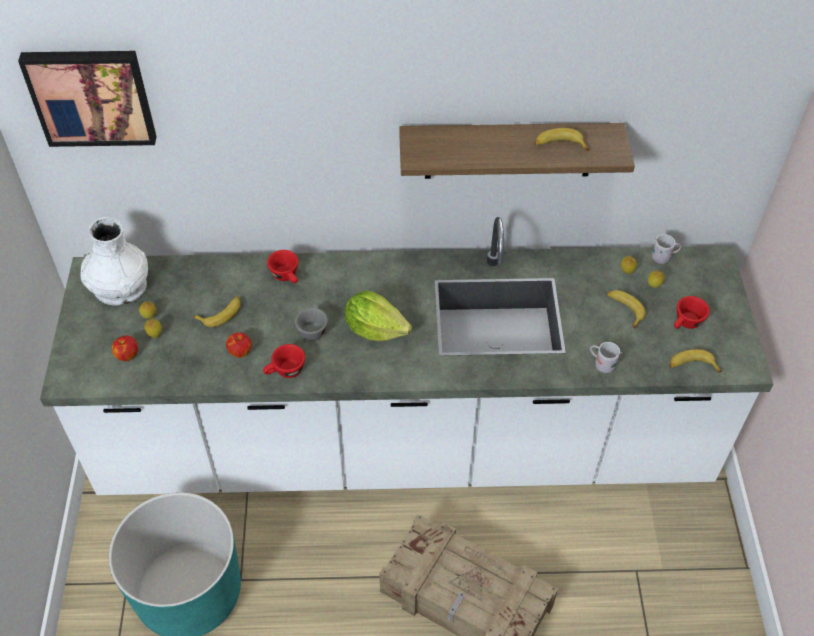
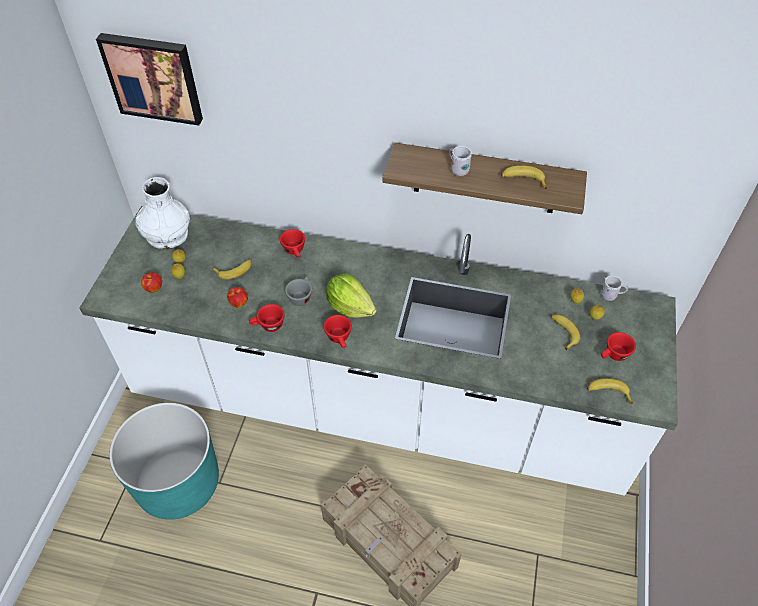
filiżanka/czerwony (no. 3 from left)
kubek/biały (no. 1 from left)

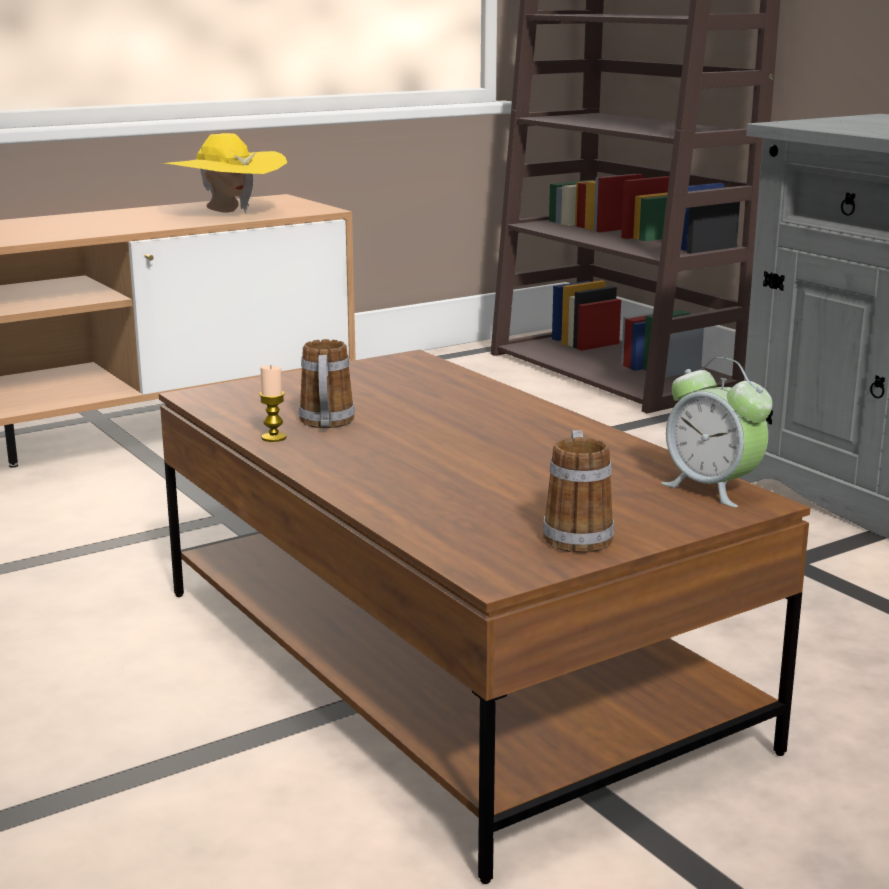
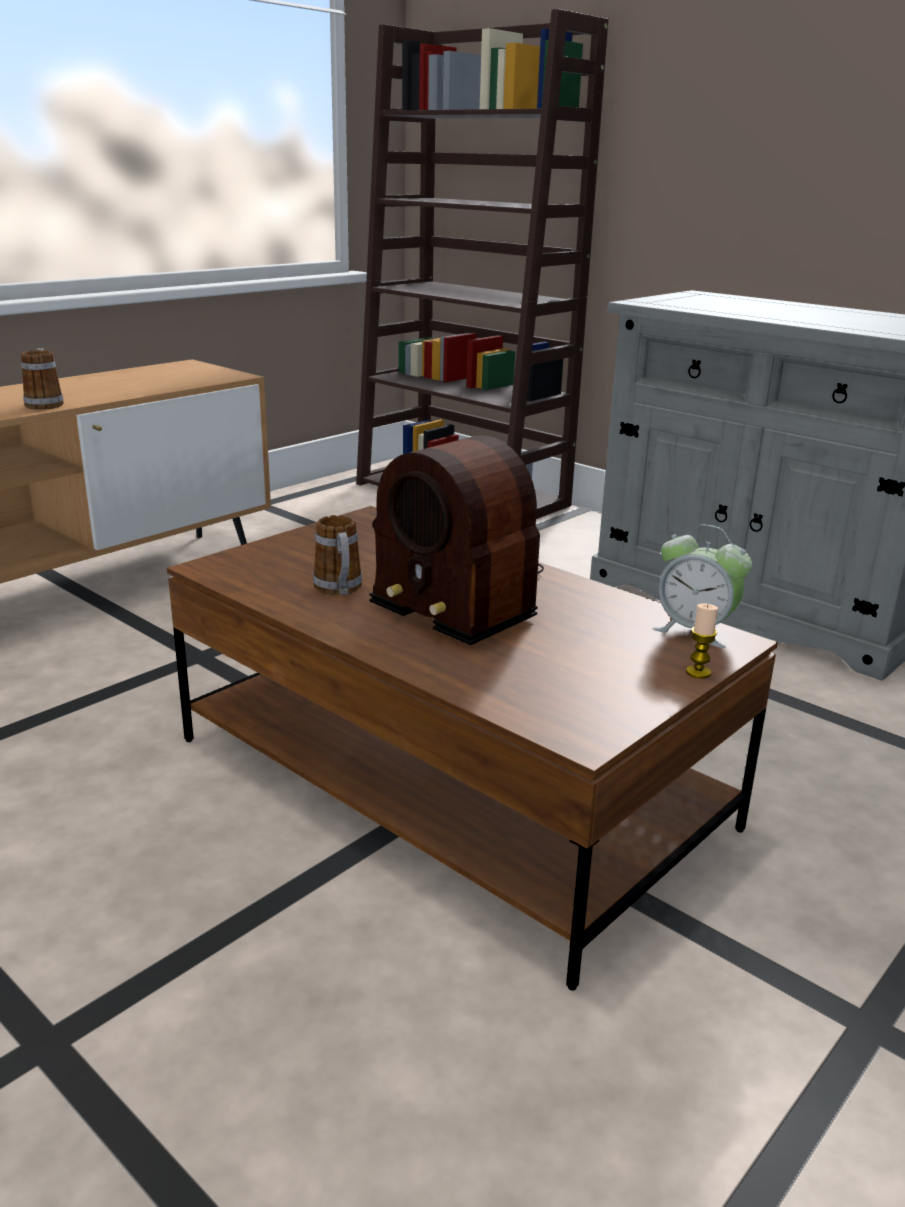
kapelusz/żółty
radio
świeca
kubek (no. 1 from left)

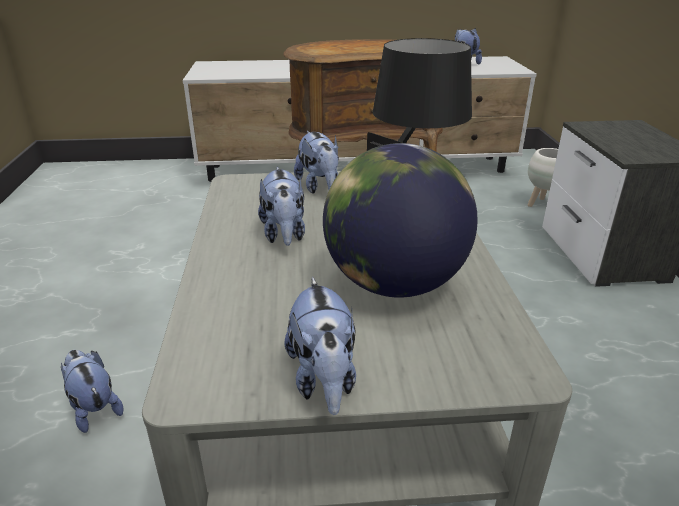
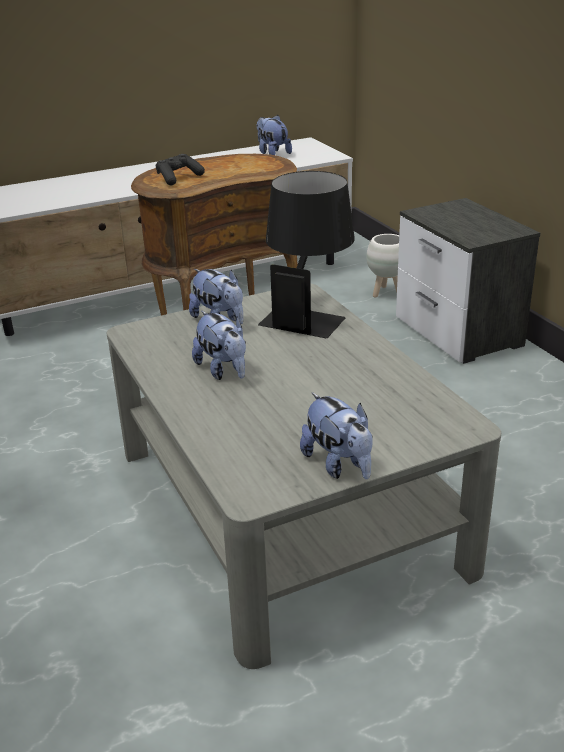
pluszak (no. 1 from left in the first image)
globus
pad do gier/czarny

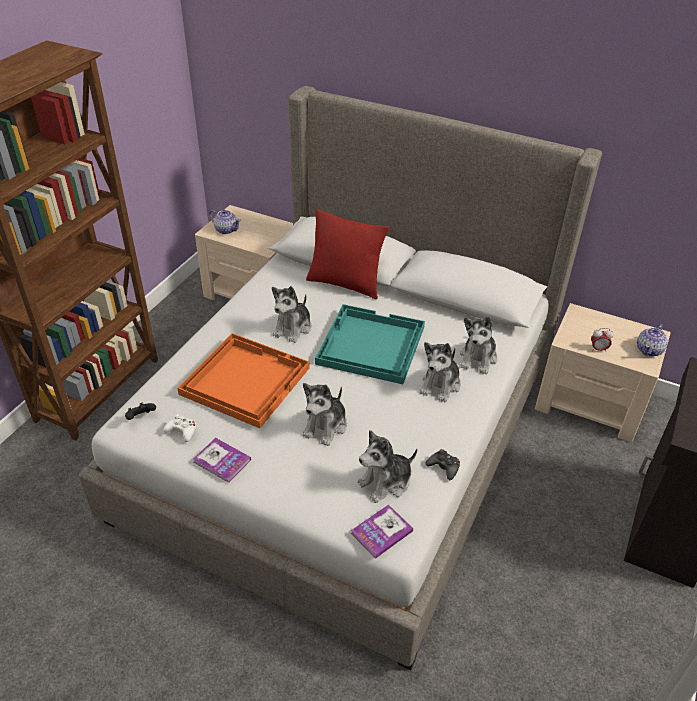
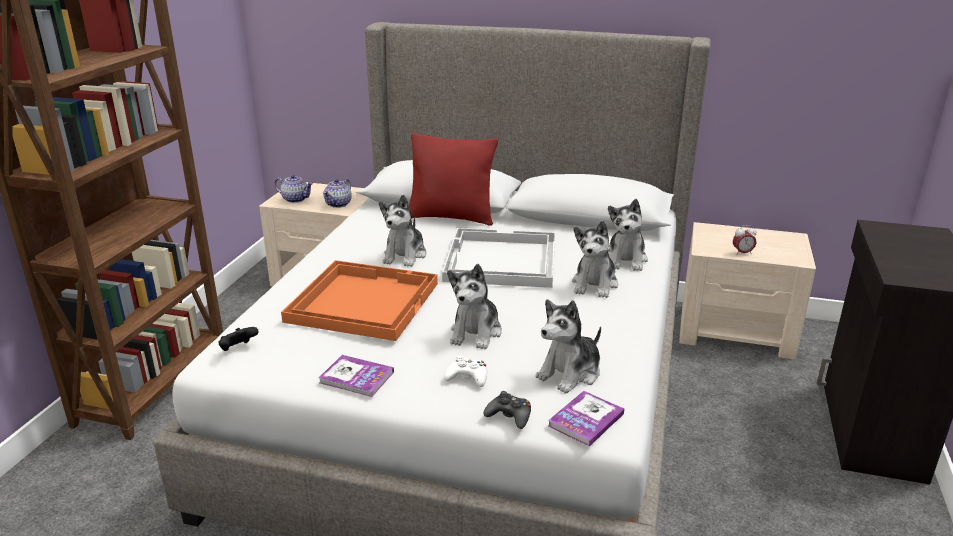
pad do gier/biały
pad do gier/czarny (no. 2 from left)
imbryk (no. 2 from left)
taca/biały

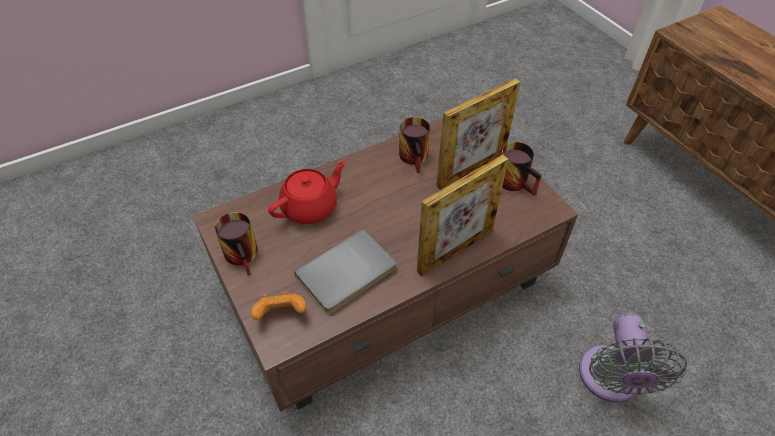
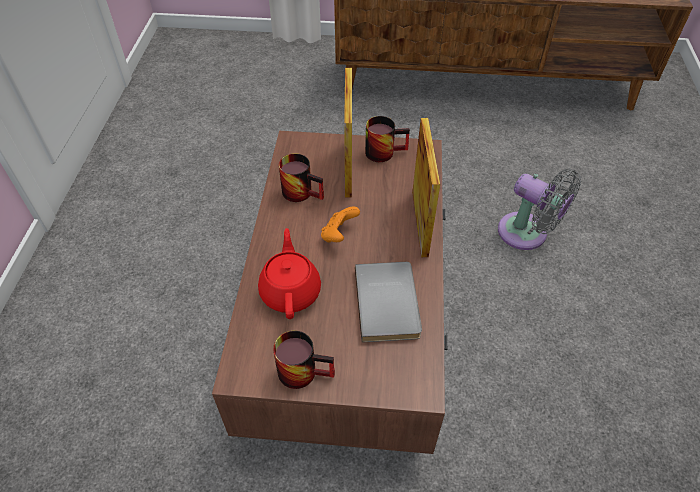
pad do gier/pomarańczowy

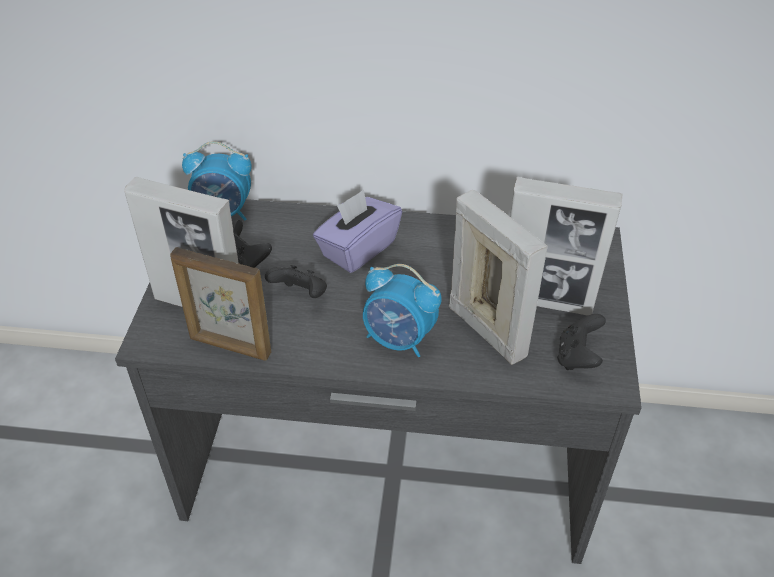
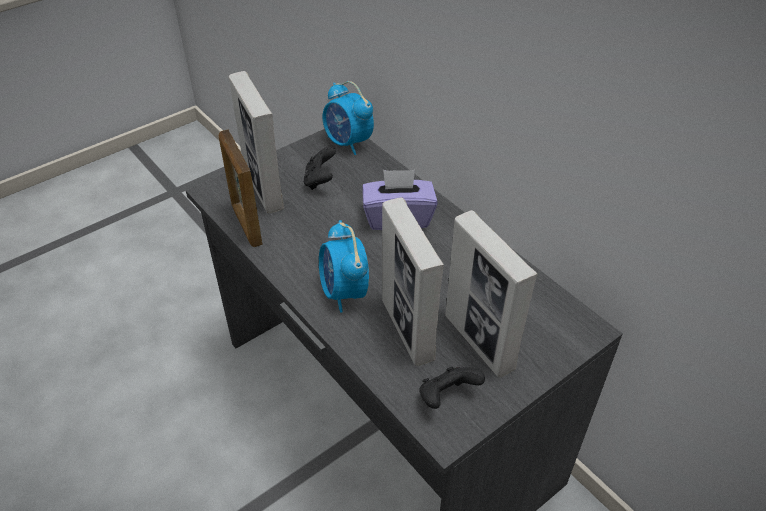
pad do gier/czarny (no. 2 from left in the first image)
ramka na zdjęcie (no. 3 from left)

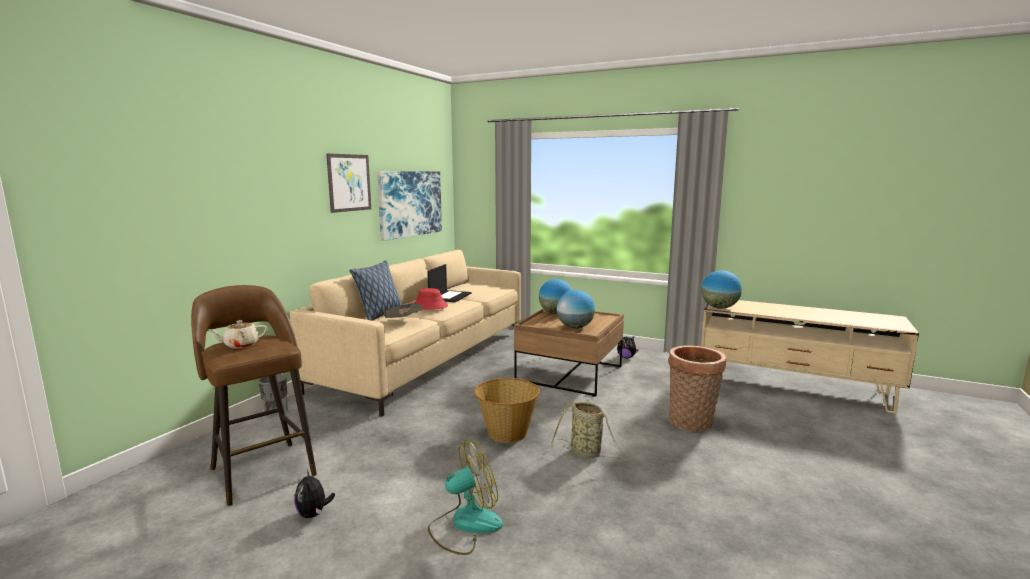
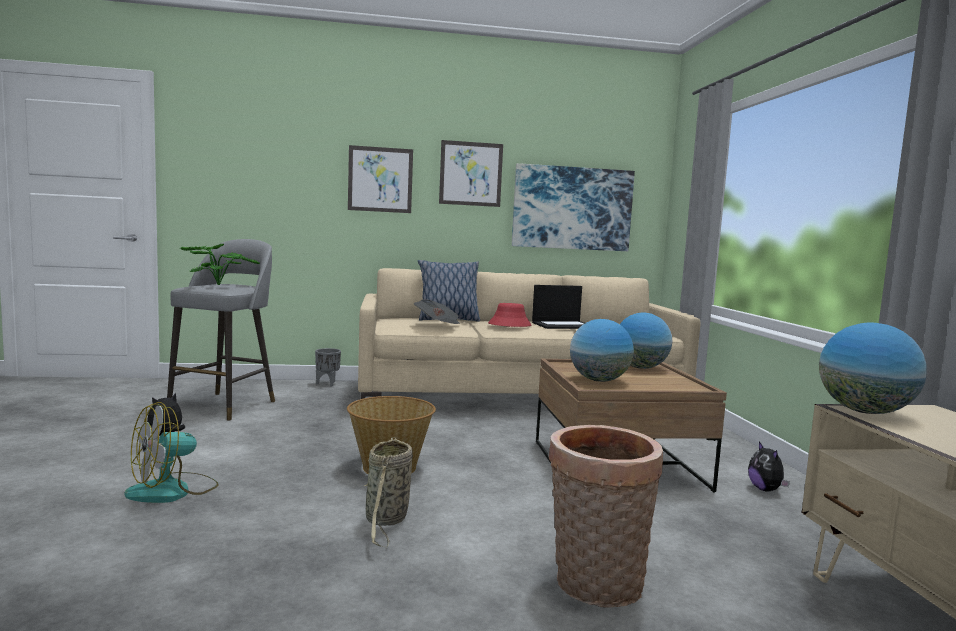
obraz (no. 1 from left)
roślina doniczkowa
stołek/szary
wentylator

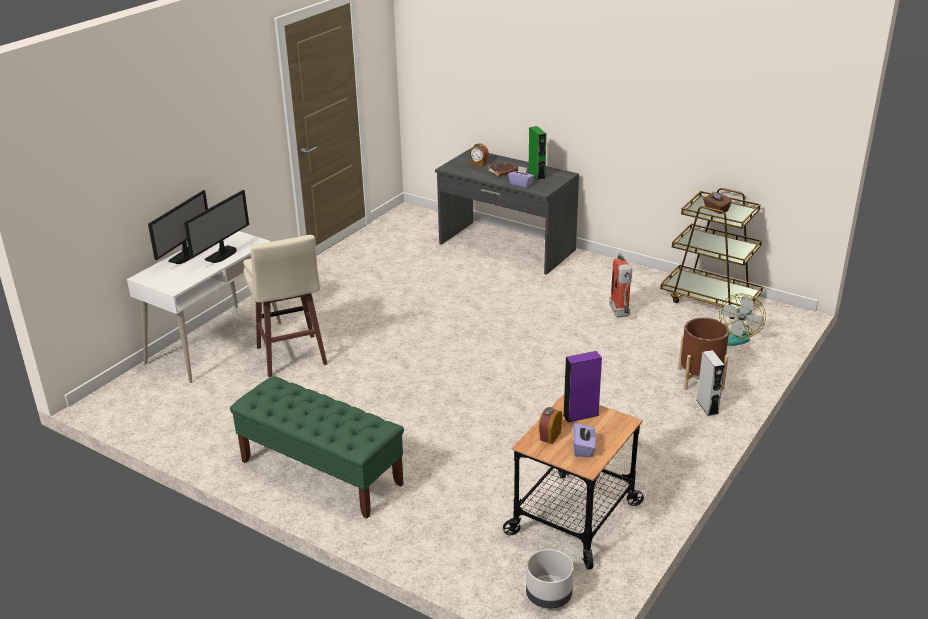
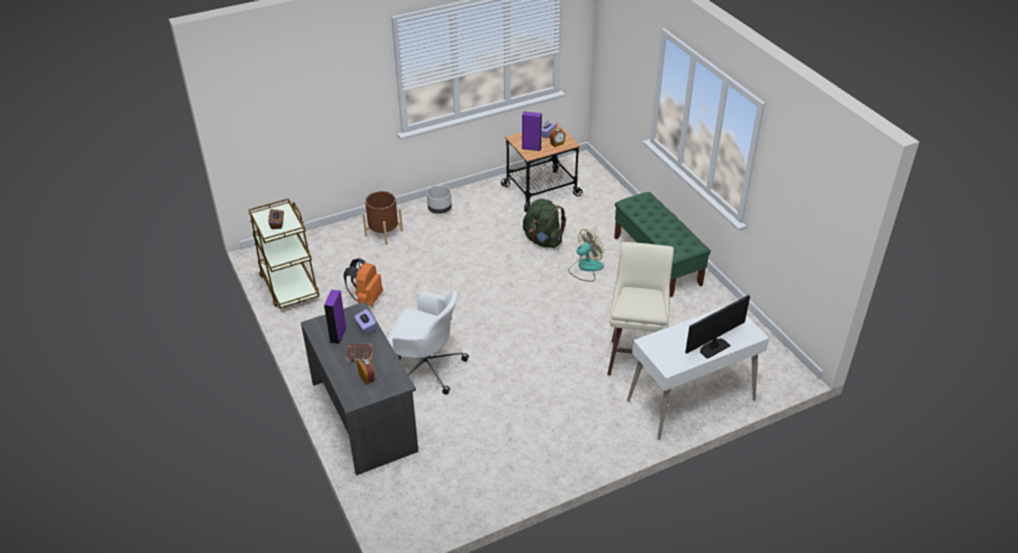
monitor (no. 2 from left in the first image)
głośnik/szary
krzesło biurowe/biały
plecak/zielony
donica/szary
wentylator
plecak/pomarańczowy
głośnik/fioletowy (no. 1 from left)

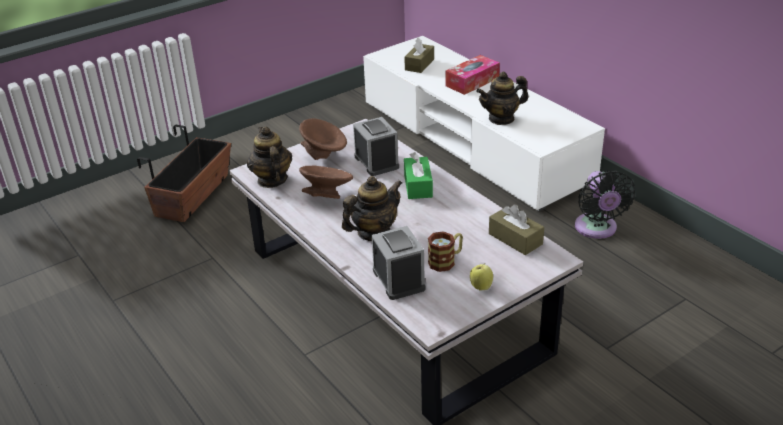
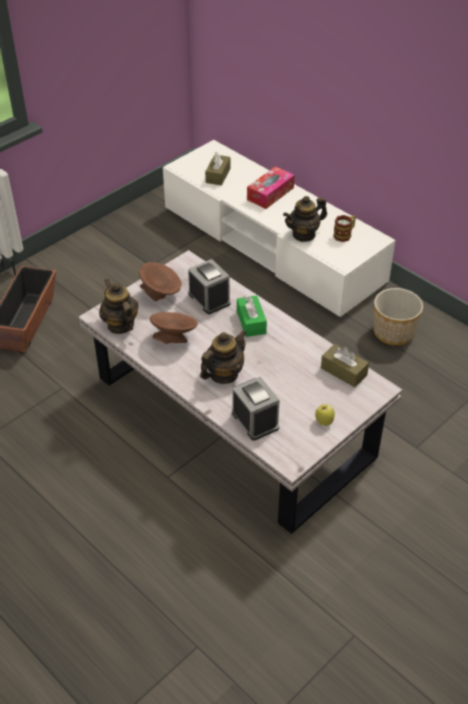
kubek
donica (no. 2 from left)

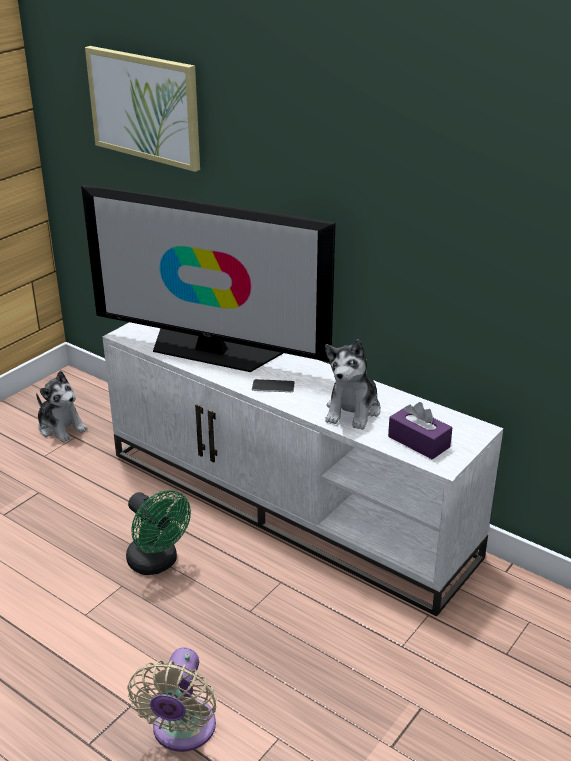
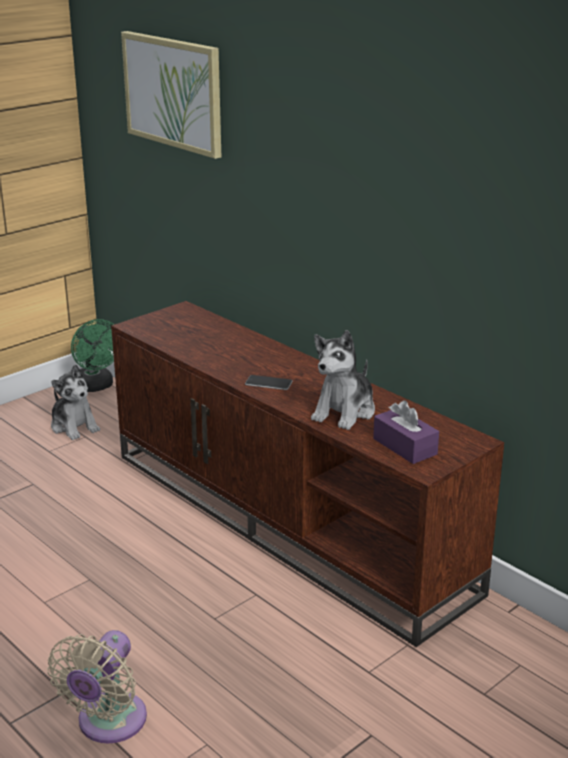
telewizor
wentylator/zielony
szafka pod telewizor/brązowy

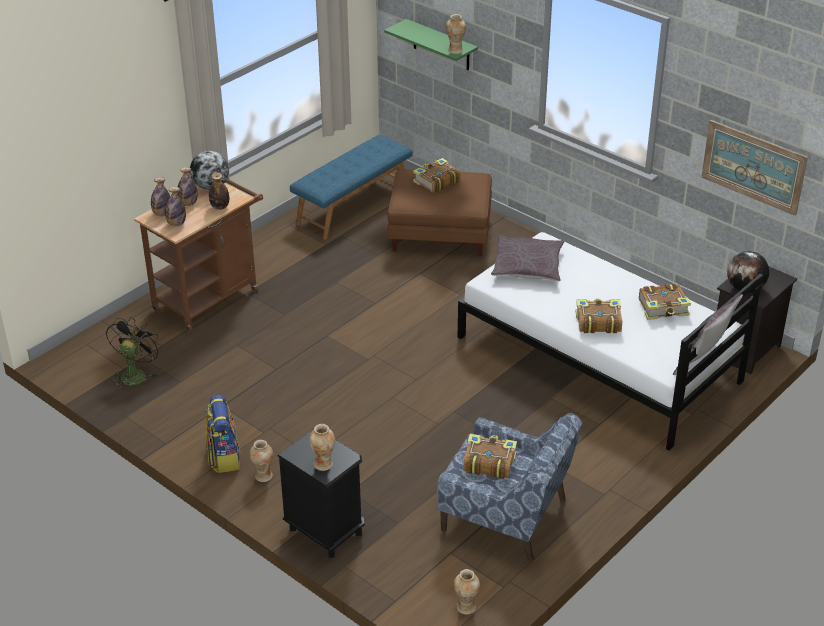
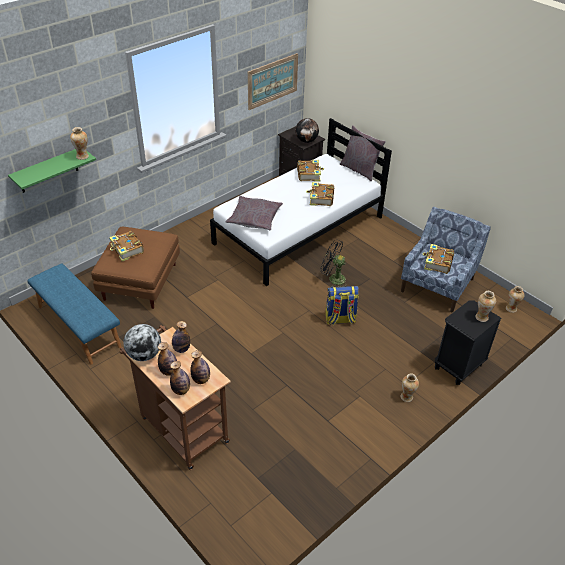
wentylator/czarny
plecak

